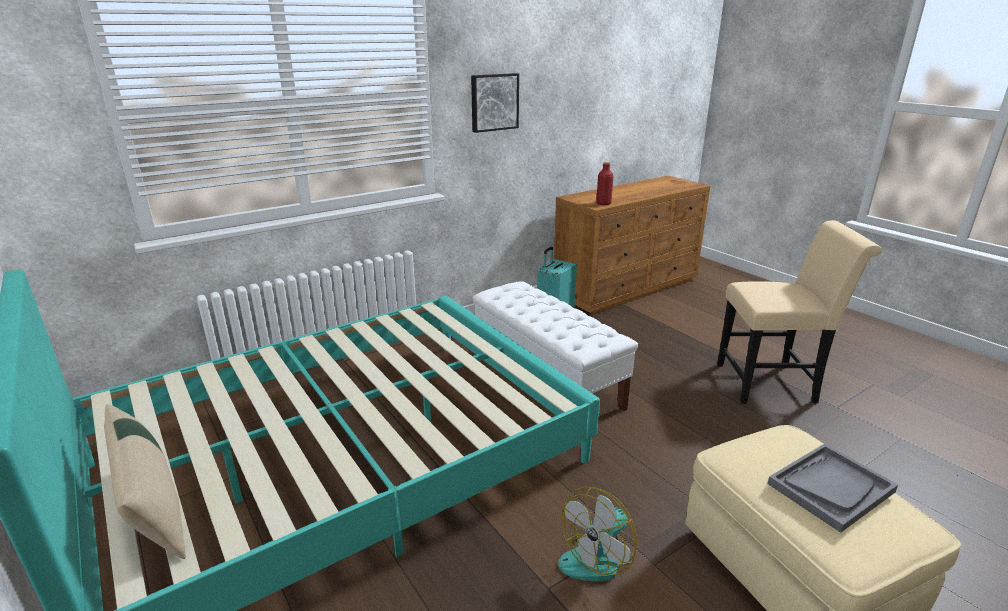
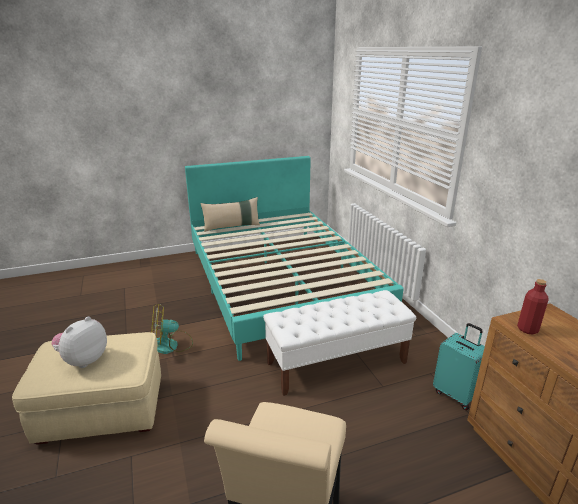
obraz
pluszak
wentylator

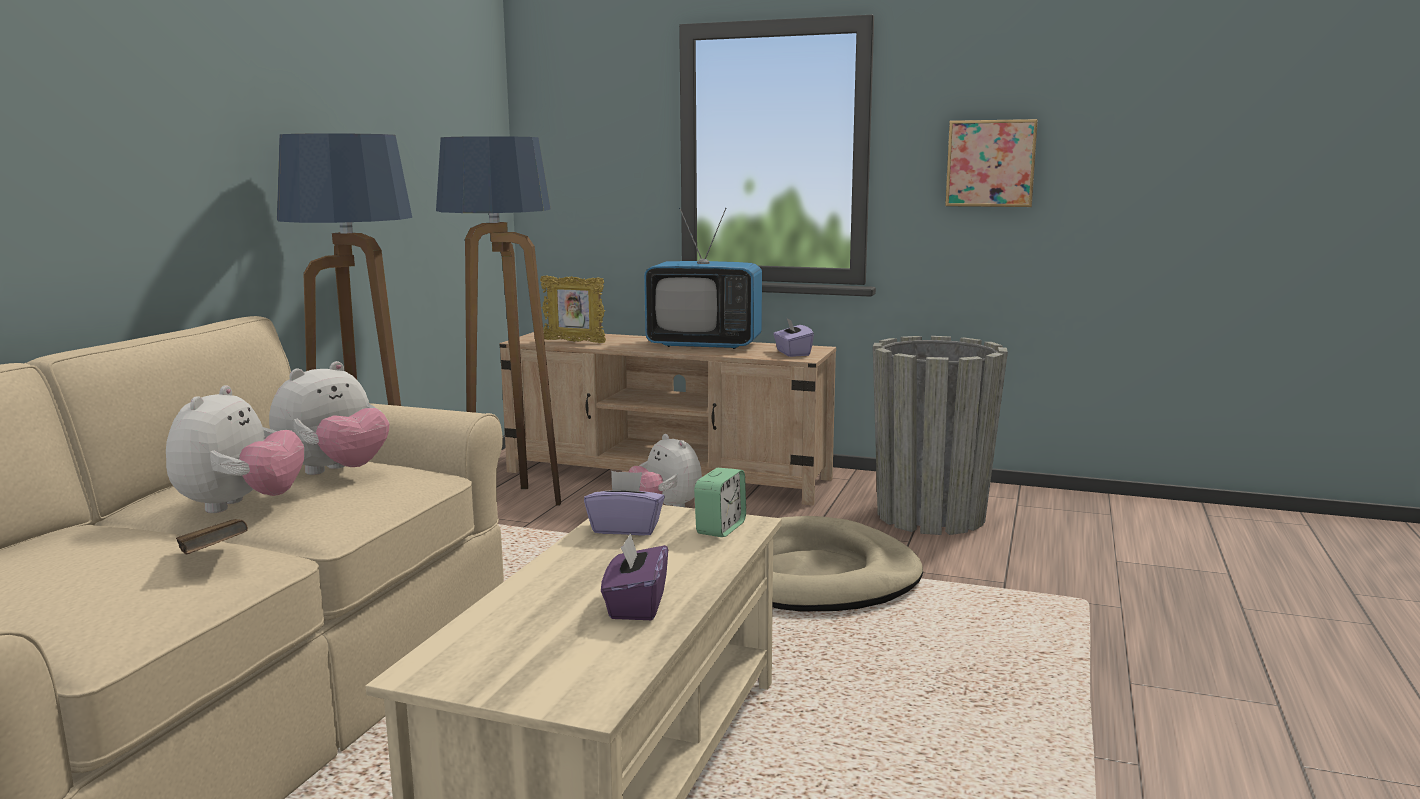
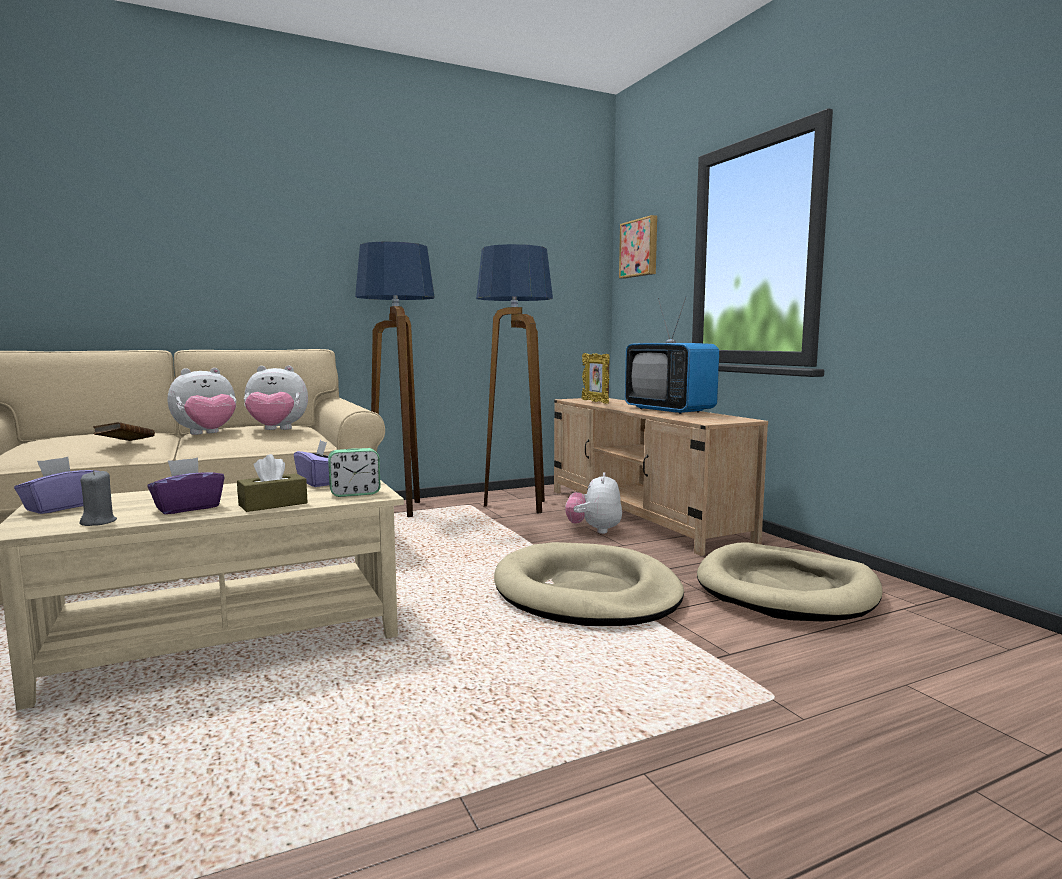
świeca/szary
pudełko chusteczek/brązowy
pudełko chusteczek/fioletowy (no. 1 from left)
obraz
legowisko/beżowy (no. 2 from left)

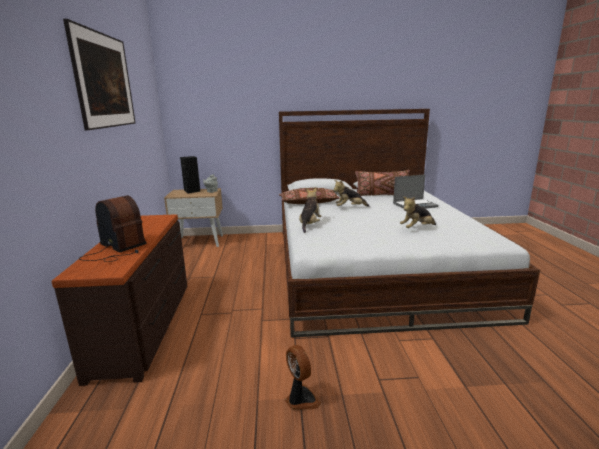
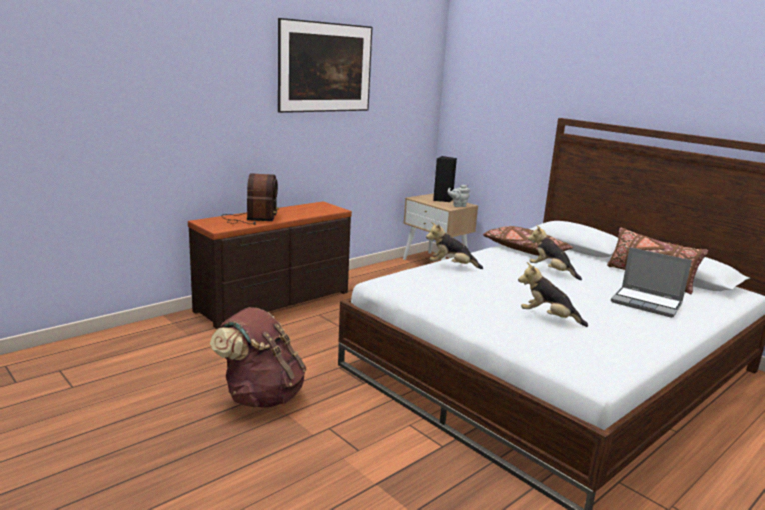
plecak/brązowy
pluszak (no. 1 from left)

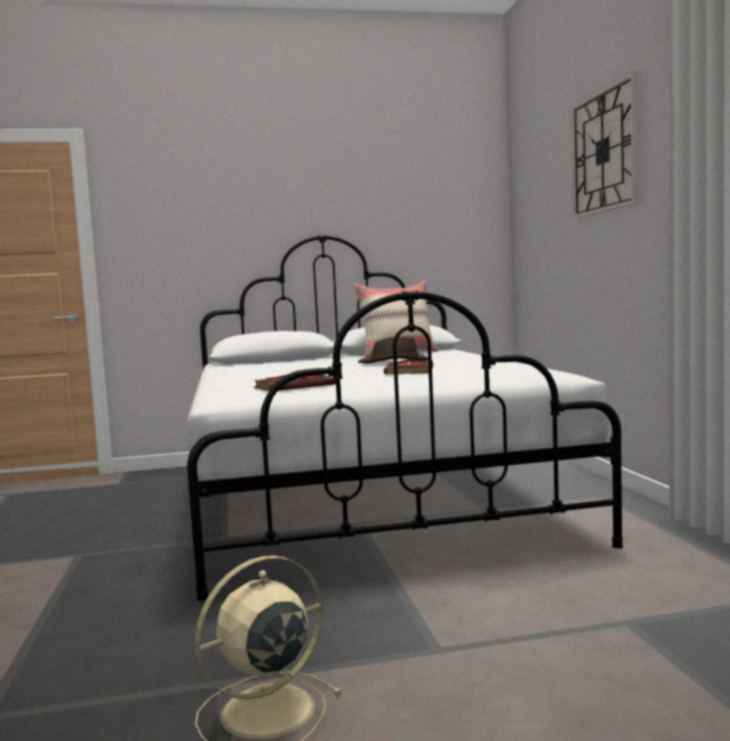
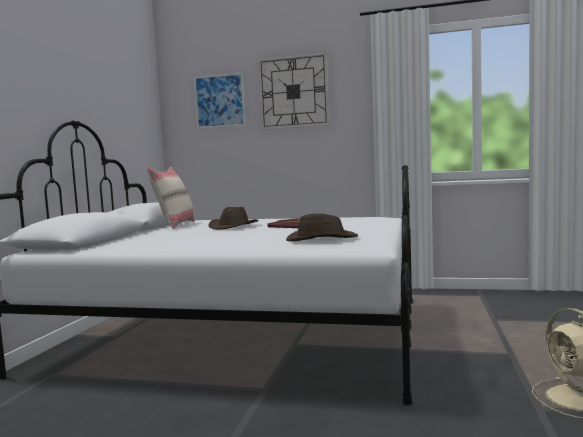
obraz
kapelusz/brązowy (no. 2 from left)

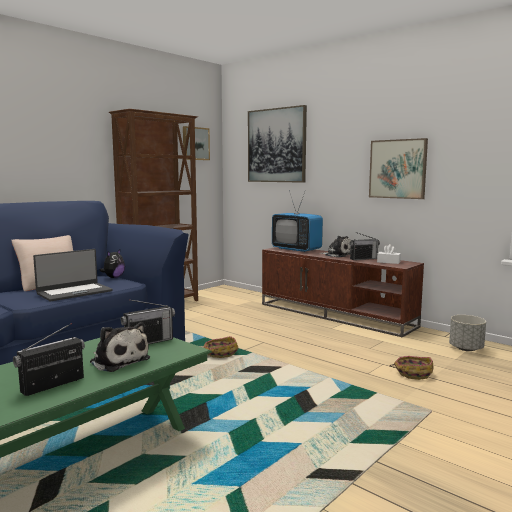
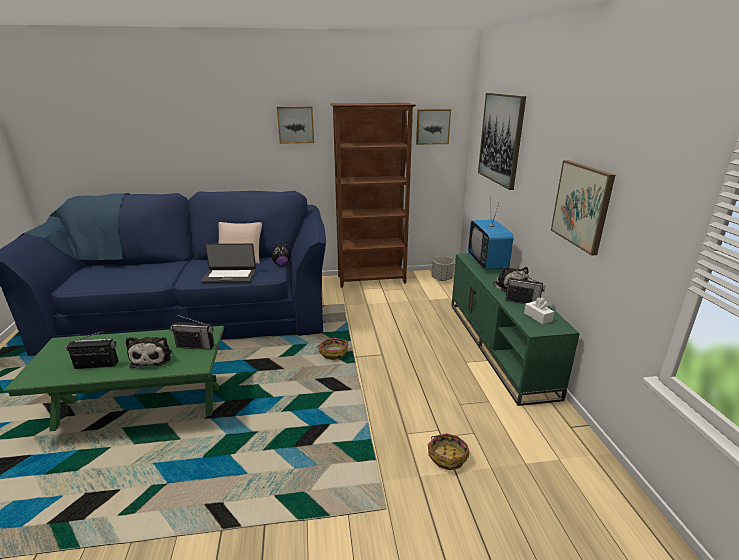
obraz (no. 1 from left)
donica/szary
szafka pod telewizor/zielony

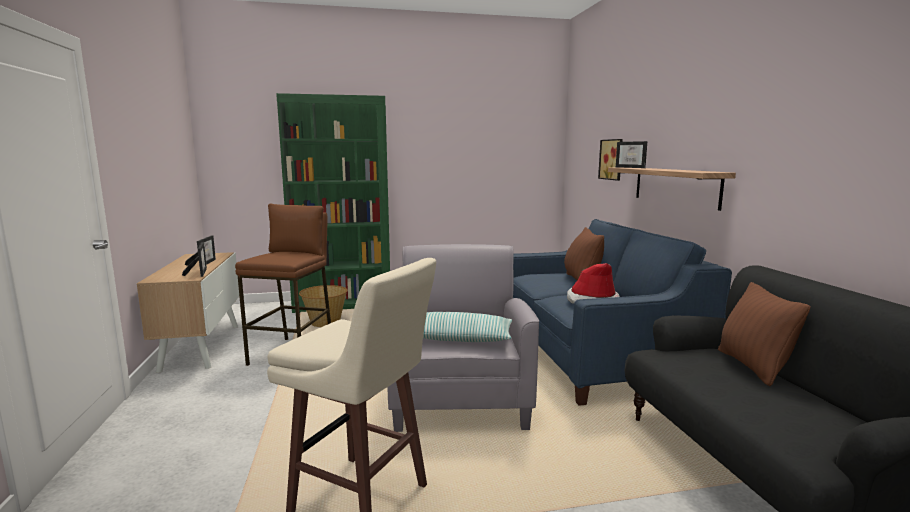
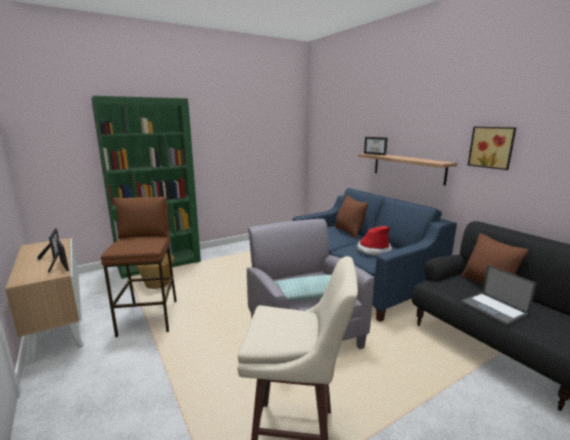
laptop
obraz

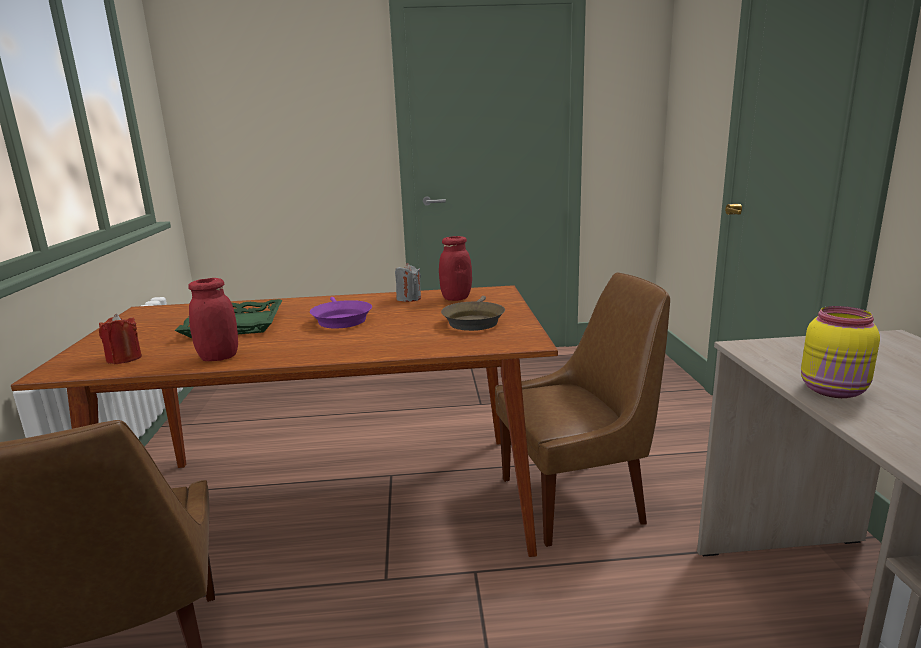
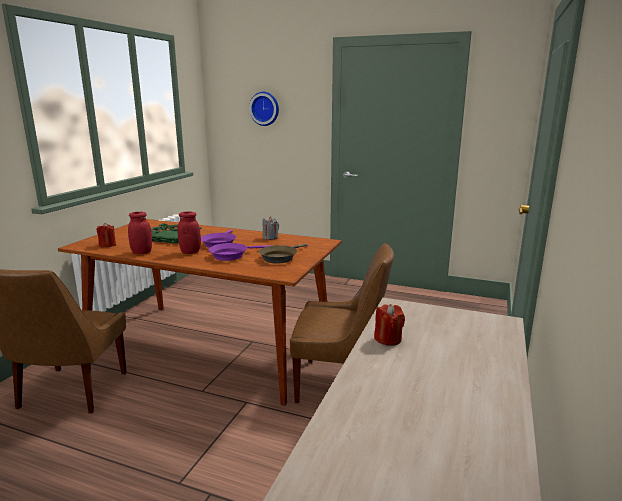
patelnia/fioletowy (no. 2 from left)
zegar ścienny
słoik/czerwony (no. 2 from left)
świeca/czerwony (no. 2 from left)

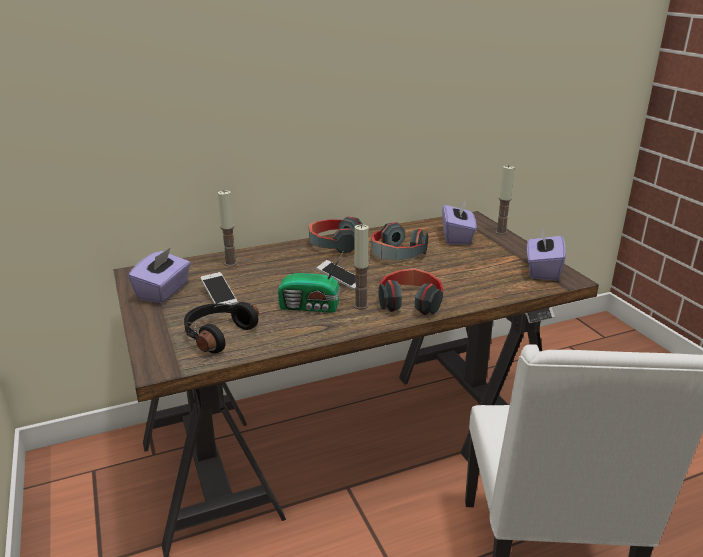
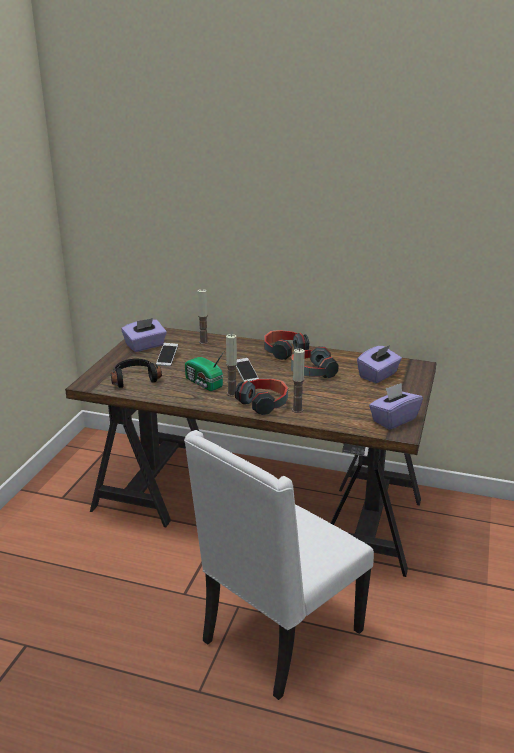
świeca (no. 3 from left)

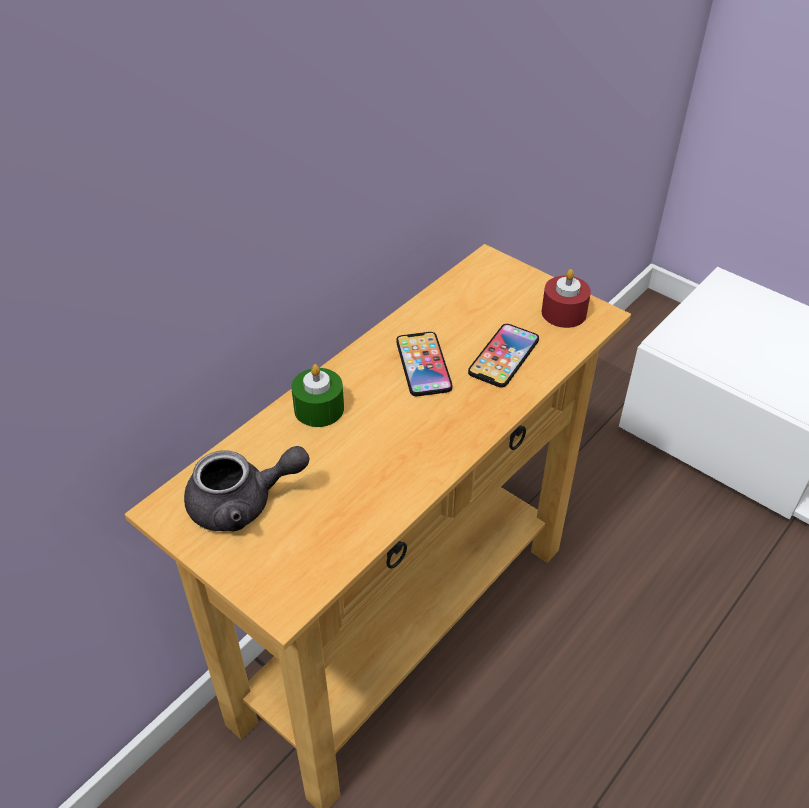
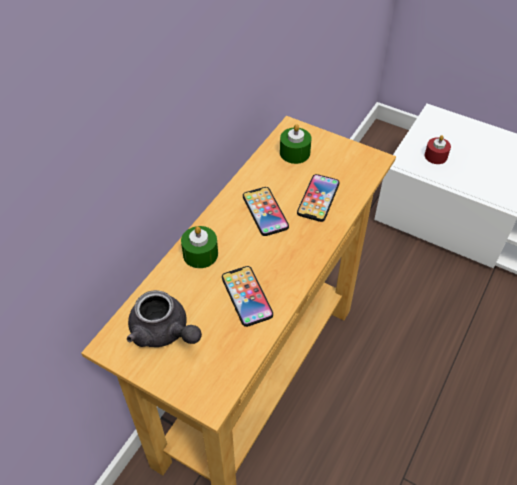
telefon (no. 1 from left)
świeca/zielony (no. 2 from left)
świeca/czerwony
imbryk/szary

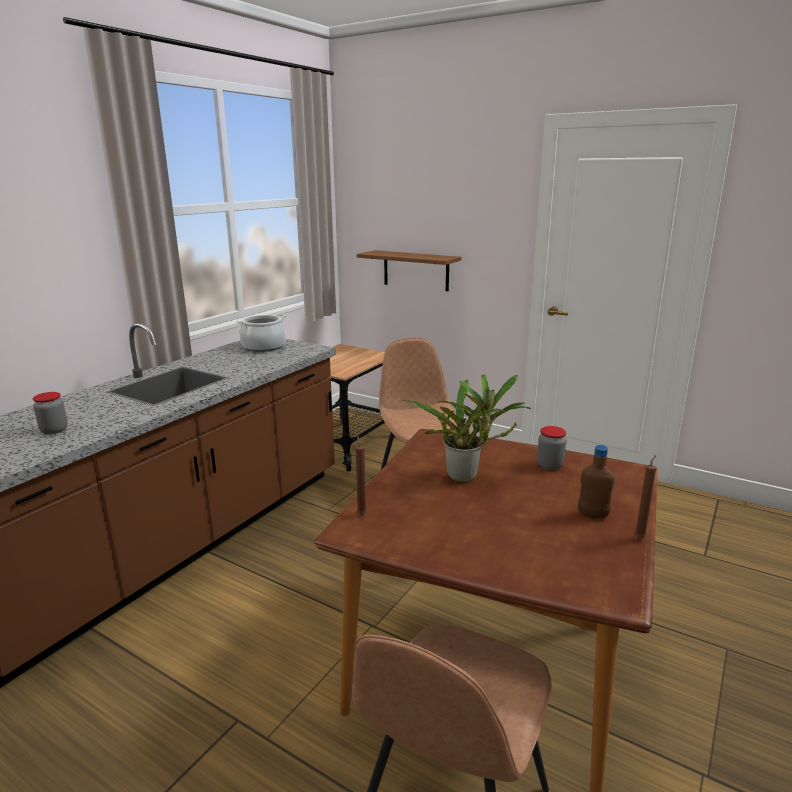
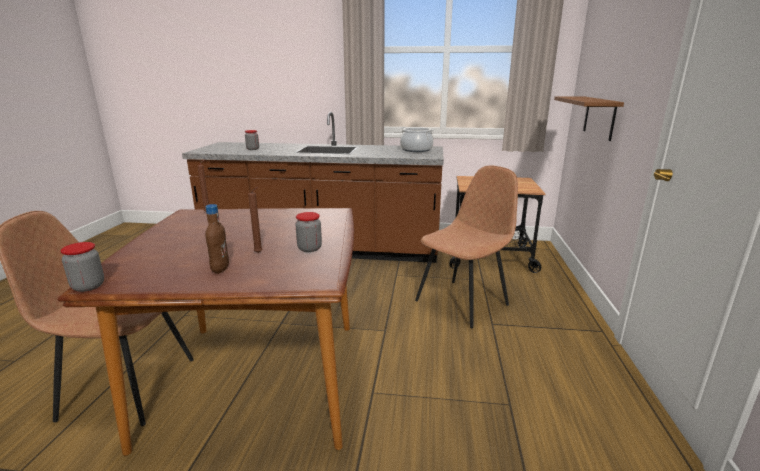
roślina doniczkowa
słoik (no. 1 from left)
świeca/brązowy (no. 2 from left)

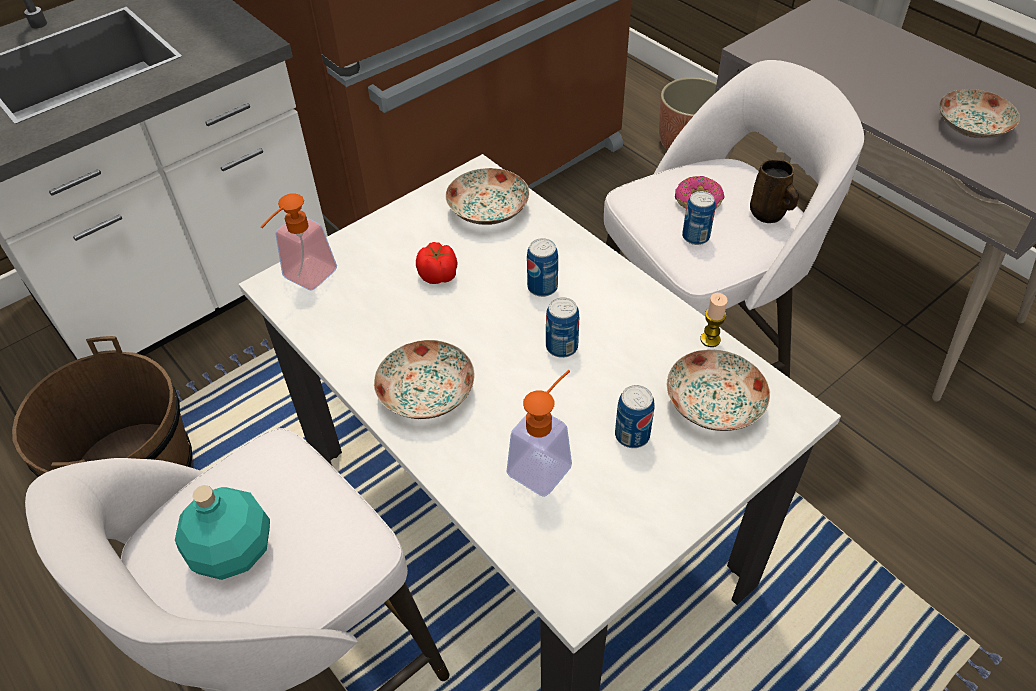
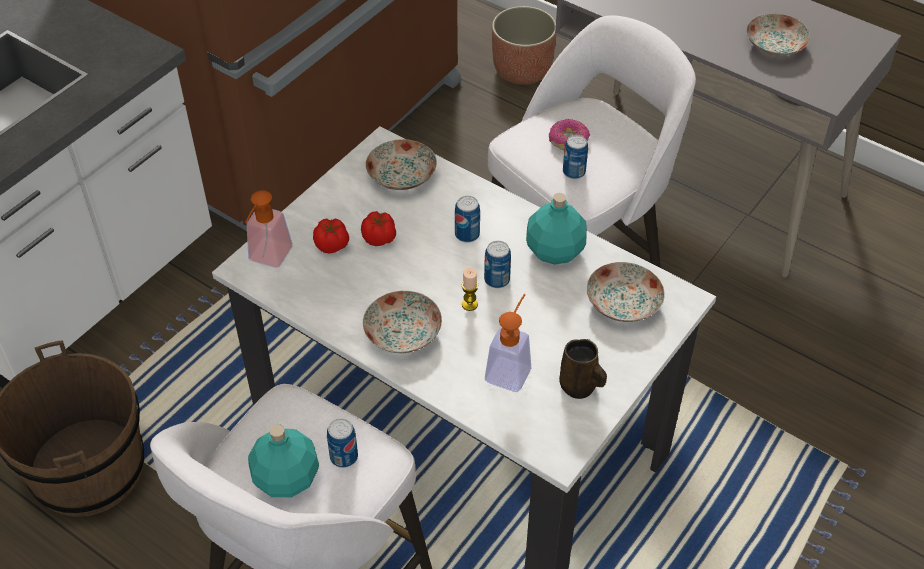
pomidor (no. 1 from left)
butelka/turkusowy (no. 2 from left)
puszka (no. 1 from left)
świeca
kubek/brązowy

